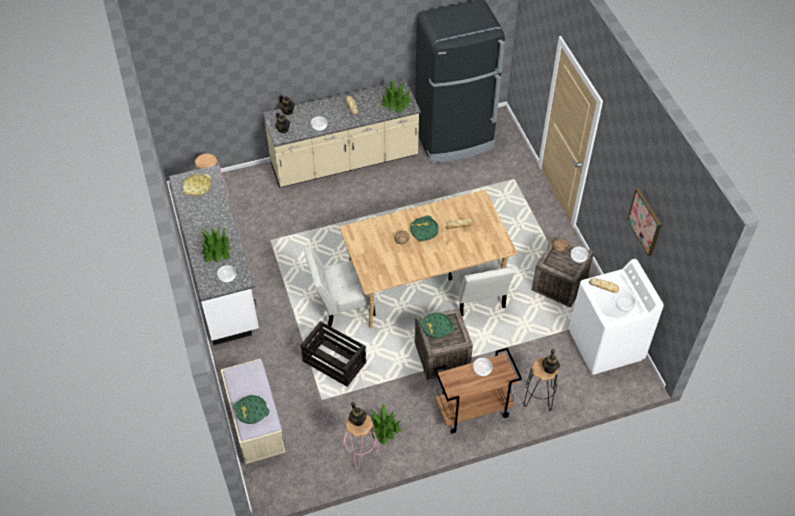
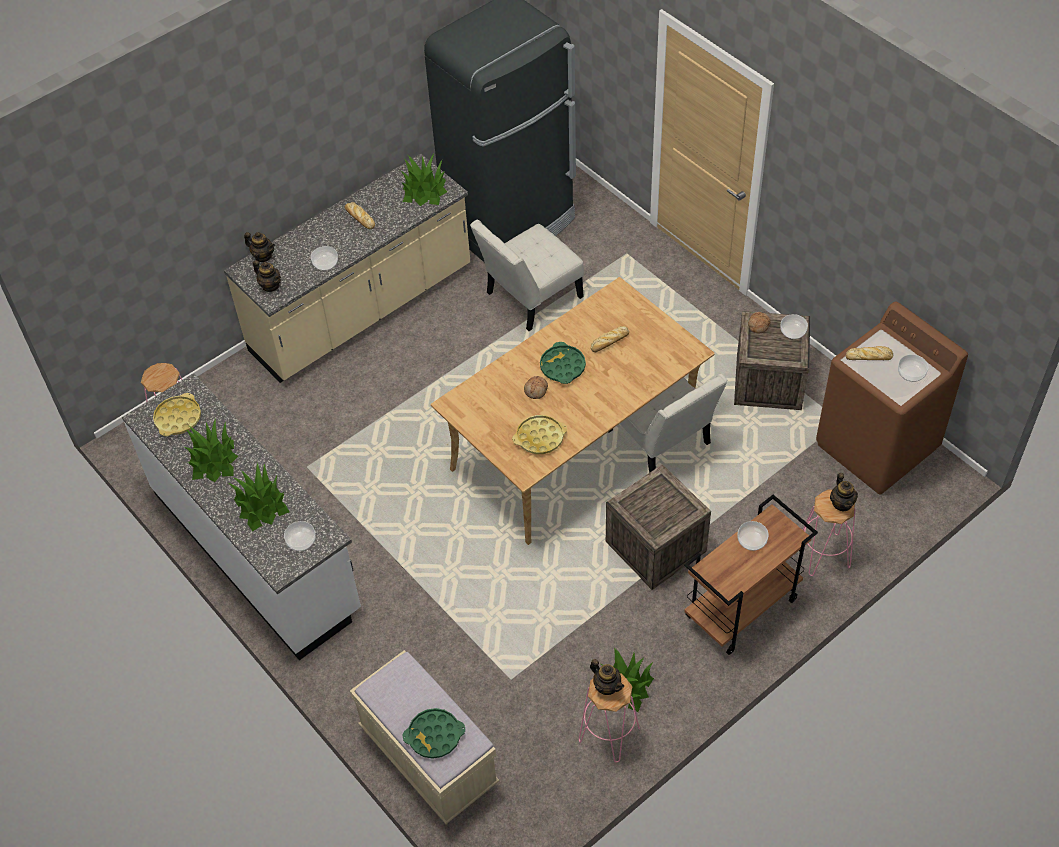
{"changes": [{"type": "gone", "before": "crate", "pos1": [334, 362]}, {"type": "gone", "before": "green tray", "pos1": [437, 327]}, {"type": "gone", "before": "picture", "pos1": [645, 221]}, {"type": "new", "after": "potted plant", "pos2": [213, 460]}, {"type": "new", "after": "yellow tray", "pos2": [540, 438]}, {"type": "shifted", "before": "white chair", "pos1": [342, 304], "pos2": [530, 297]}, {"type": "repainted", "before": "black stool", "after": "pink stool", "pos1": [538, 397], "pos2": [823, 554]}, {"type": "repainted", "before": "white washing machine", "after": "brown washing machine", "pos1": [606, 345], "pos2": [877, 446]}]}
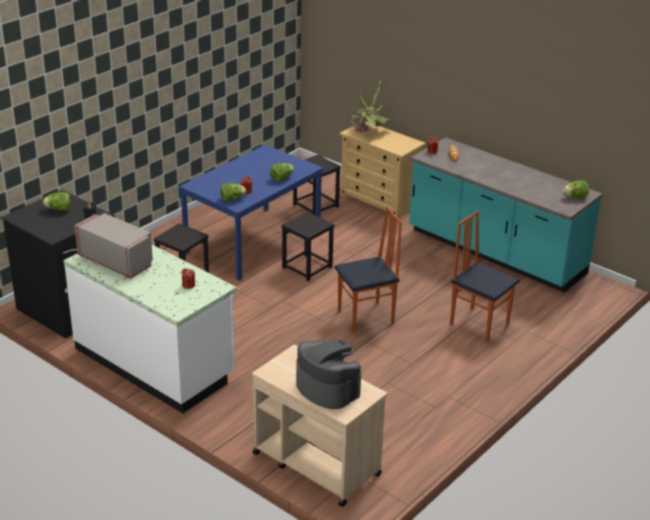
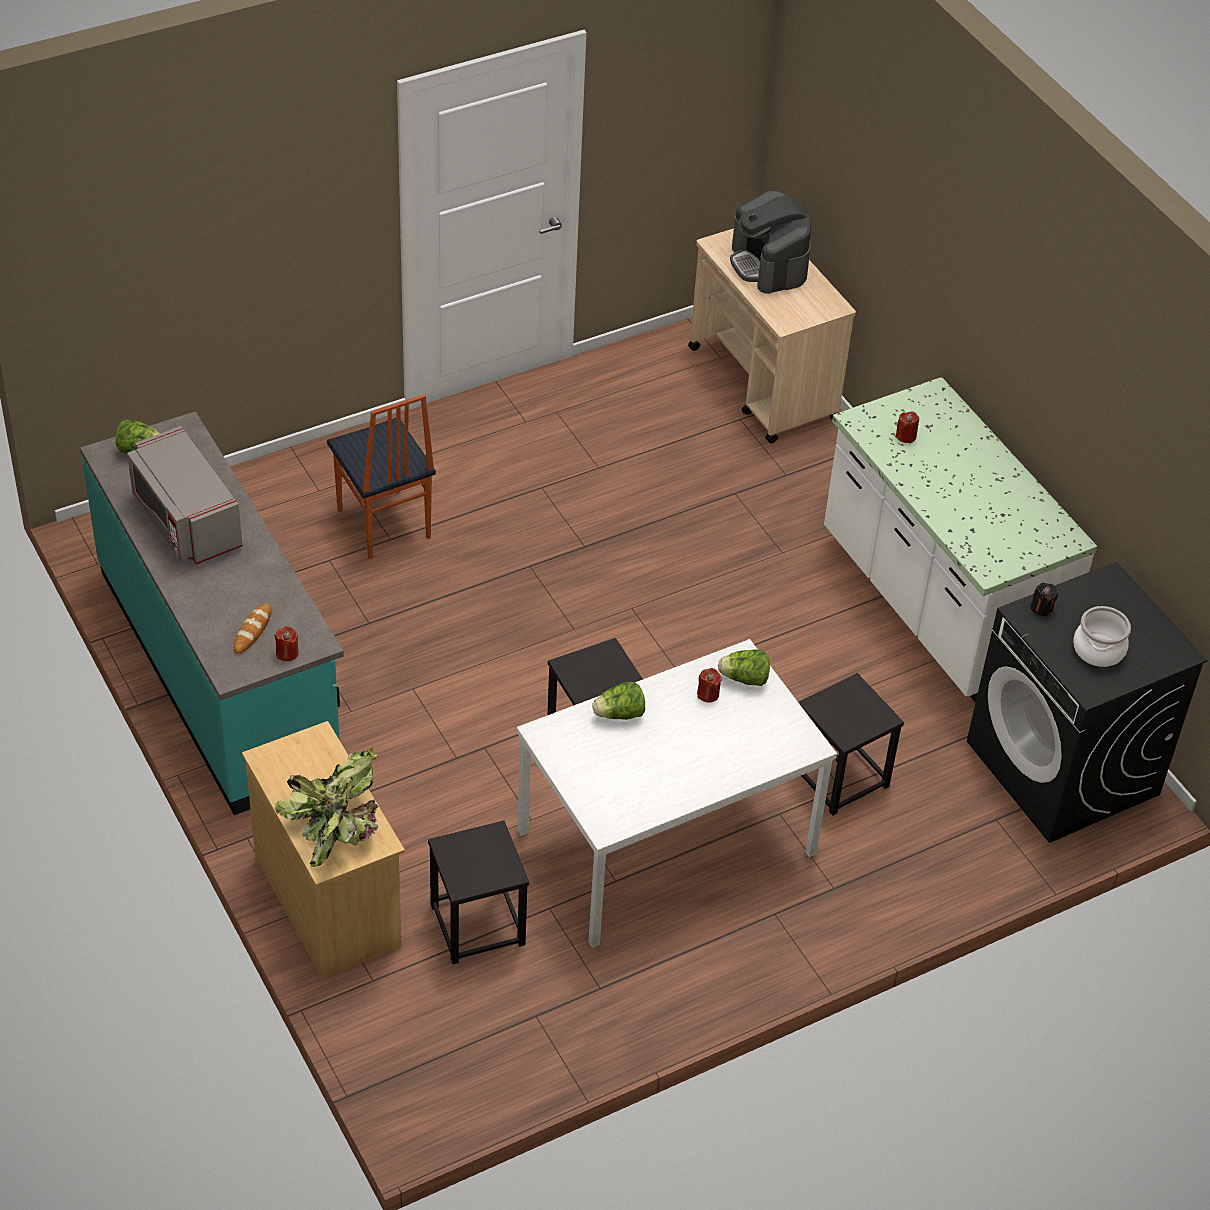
{"changes": [{"type": "gone", "before": "chair", "pos1": [366, 318]}, {"type": "shifted", "before": "grey microwave", "pos1": [116, 261], "pos2": [186, 520]}, {"type": "swapped", "before": "lettuce", "after": "cooking pot", "pos1": [59, 209], "pos2": [1098, 649]}, {"type": "repainted", "before": "blue dining table", "after": "white dining table", "pos1": [253, 243], "pos2": [667, 840]}]}
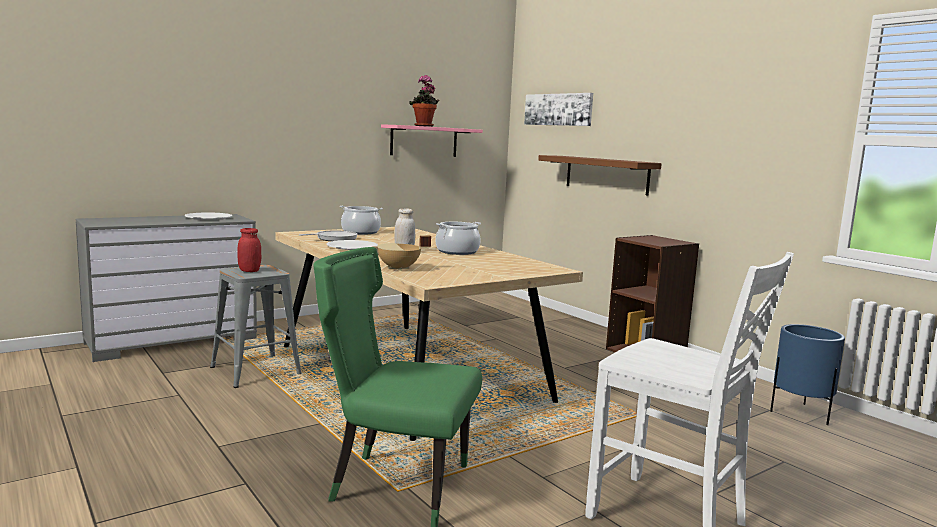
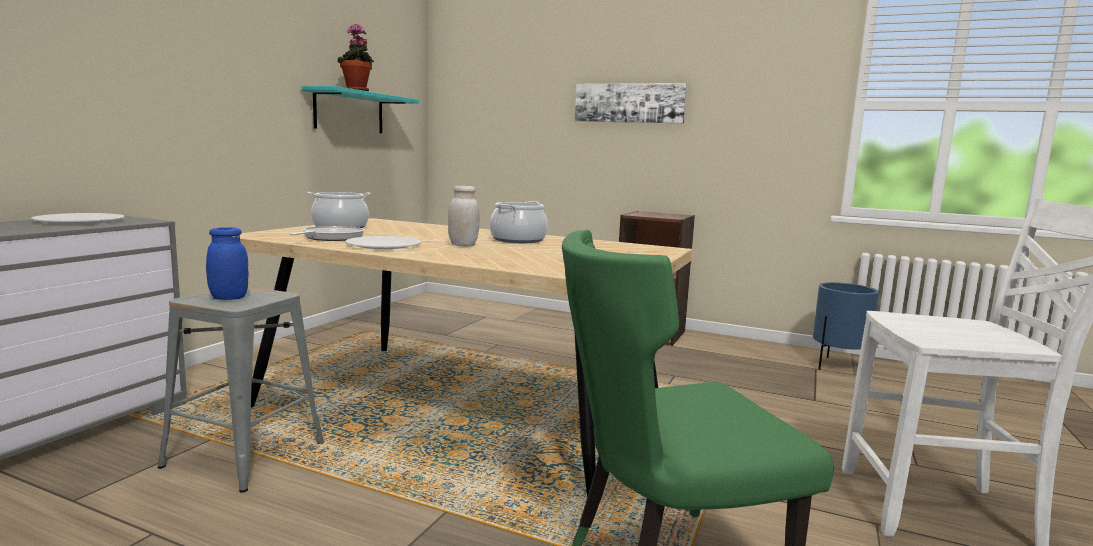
{"changes": [{"type": "gone", "before": "beige cooking pot", "pos1": [399, 268]}, {"type": "gone", "before": "brown shelf", "pos1": [606, 174]}, {"type": "shifted", "before": "picture", "pos1": [558, 109], "pos2": [629, 103]}, {"type": "repainted", "before": "red jar", "after": "blue jar", "pos1": [249, 271], "pos2": [229, 298]}, {"type": "repainted", "before": "pink shelf", "after": "turquoise shelf", "pos1": [424, 141], "pos2": [349, 112]}]}
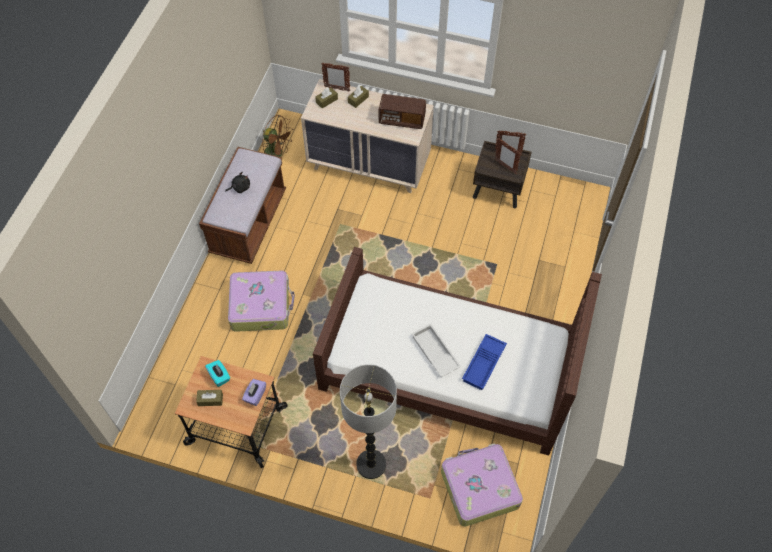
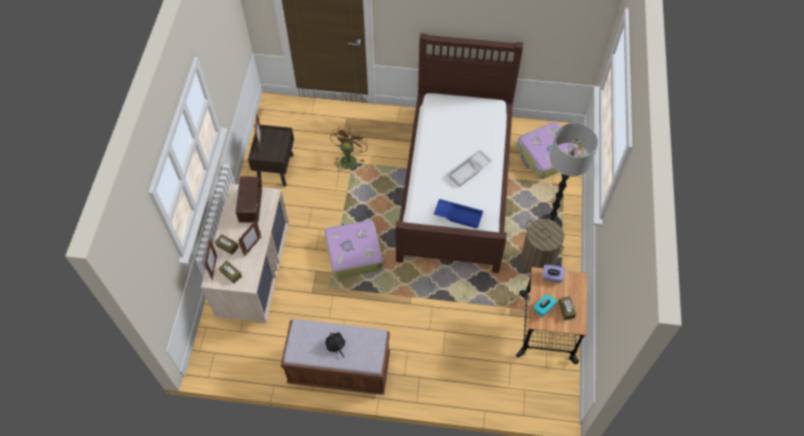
{"changes": [{"type": "new", "after": "laundry basket", "pos2": [537, 260]}, {"type": "shifted", "before": "suitcase", "pos1": [261, 305], "pos2": [353, 253]}, {"type": "shifted", "before": "brown fan", "pos1": [277, 154], "pos2": [349, 159]}, {"type": "shifted", "before": "blue tray", "pos1": [484, 364], "pos2": [458, 215]}, {"type": "shifted", "before": "picture frame", "pos1": [505, 167], "pos2": [252, 247]}]}
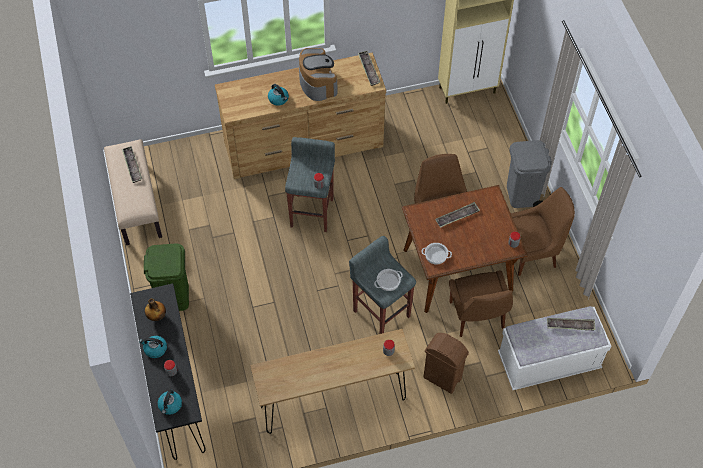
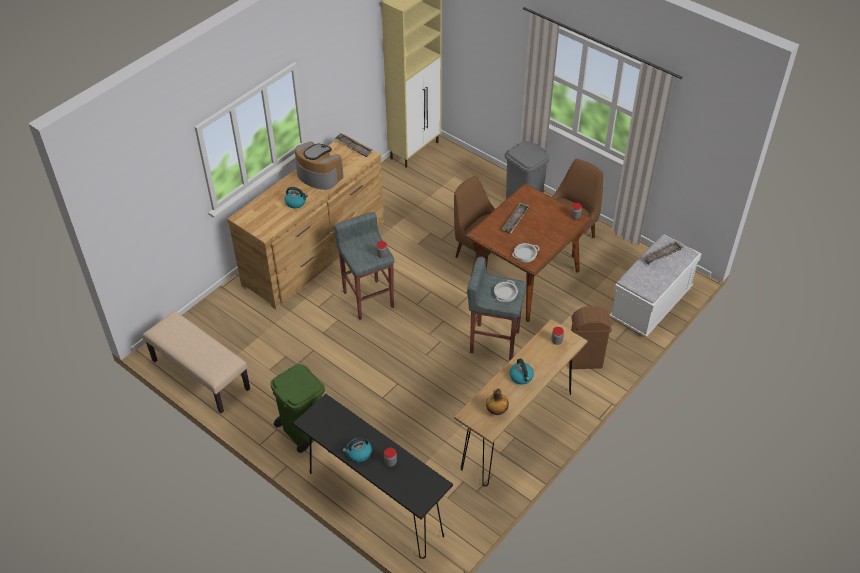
{"changes": [{"type": "gone", "before": "tray", "pos1": [132, 166]}, {"type": "gone", "before": "brown chair", "pos1": [477, 317]}, {"type": "shifted", "before": "bottle", "pos1": [157, 316], "pos2": [496, 411]}, {"type": "shifted", "before": "kettle", "pos1": [170, 405], "pos2": [521, 377]}]}
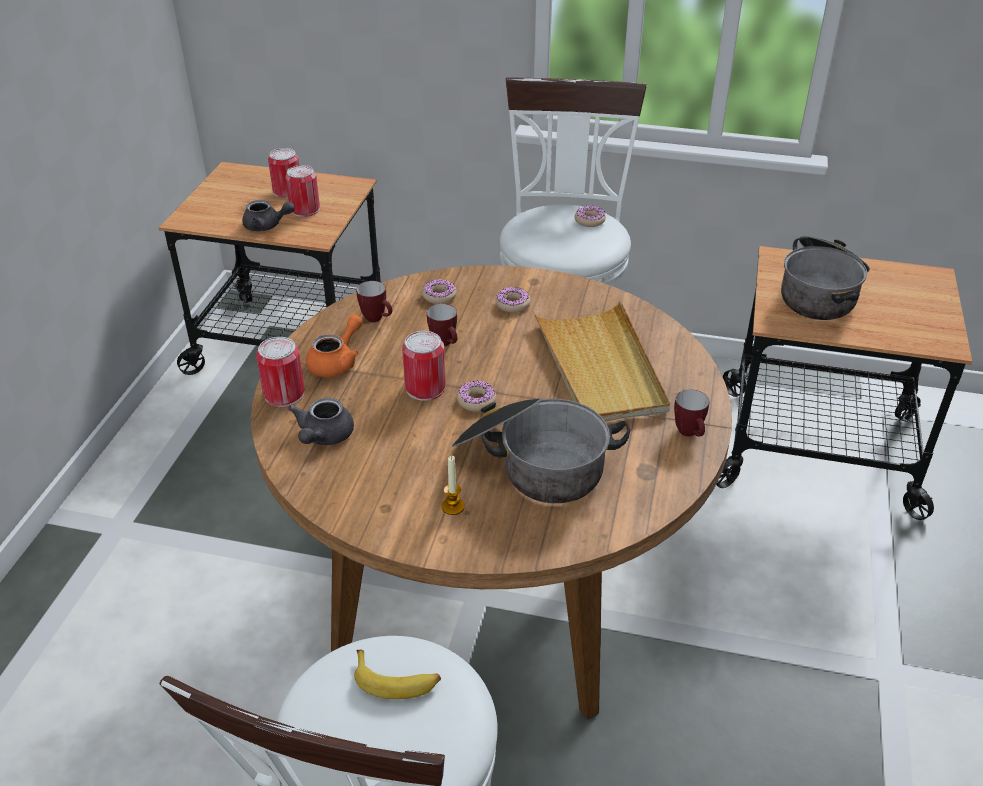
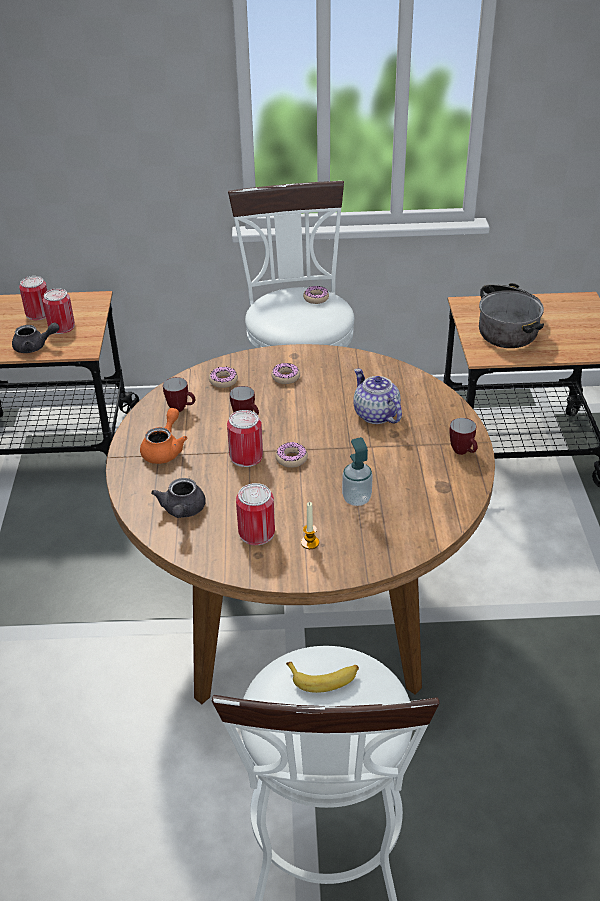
{"changes": [{"type": "shifted", "before": "can", "pos1": [284, 394], "pos2": [256, 533]}, {"type": "swapped", "before": "cooking pot", "after": "soap dispenser", "pos1": [533, 465], "pos2": [356, 499]}, {"type": "swapped", "before": "beige tray", "after": "teapot", "pos1": [600, 367], "pos2": [375, 414]}]}
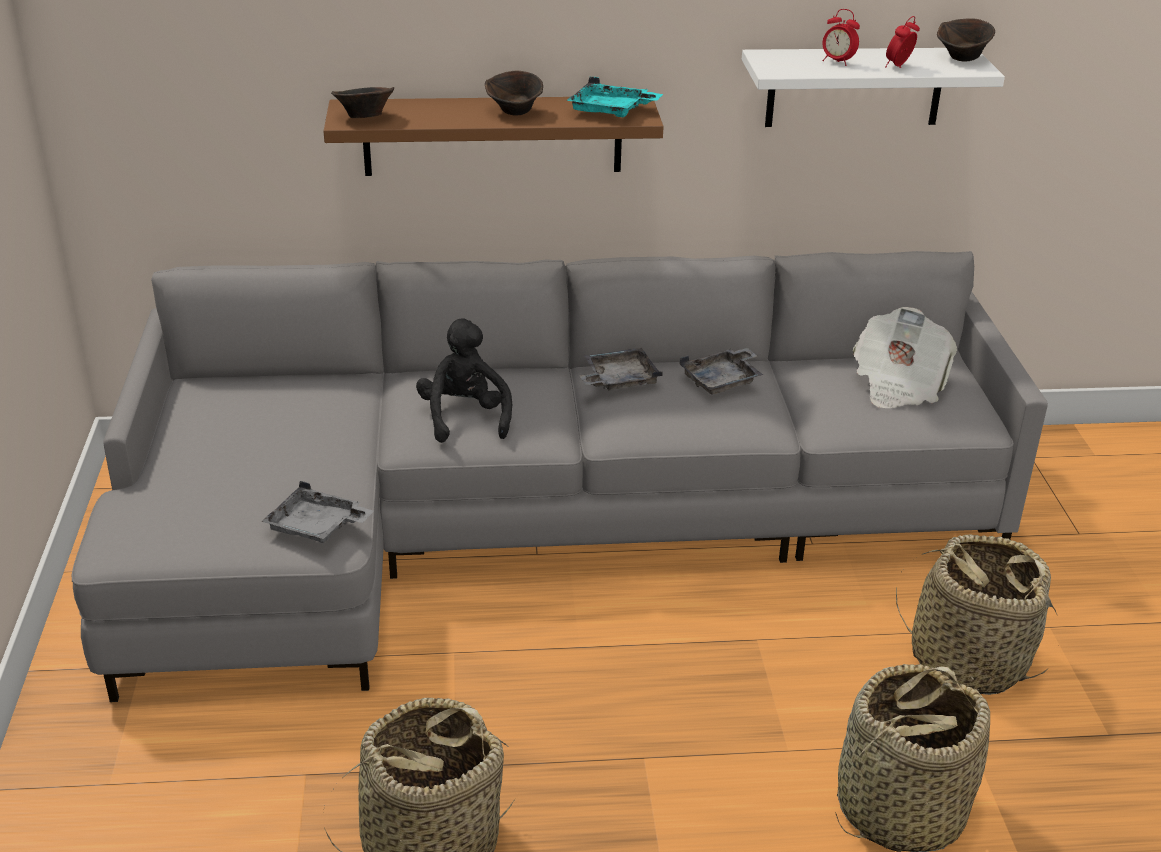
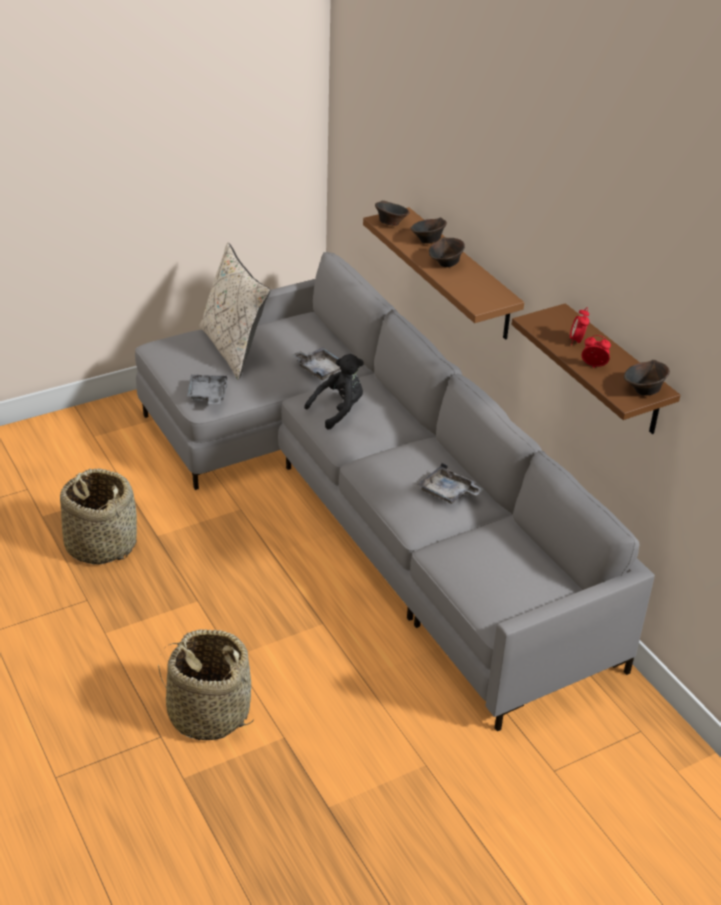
{"changes": [{"type": "gone", "before": "turquoise tray", "pos1": [611, 111]}, {"type": "gone", "before": "newspaper", "pos1": [898, 384]}, {"type": "gone", "before": "basket", "pos1": [967, 660]}, {"type": "new", "after": "beige pillow", "pos2": [234, 349]}, {"type": "new", "after": "brown bowl", "pos2": [427, 241]}, {"type": "shifted", "before": "grey tray", "pos1": [619, 380], "pos2": [319, 369]}, {"type": "repainted", "before": "white shelf", "after": "brown shelf", "pos1": [854, 87], "pos2": [615, 372]}]}
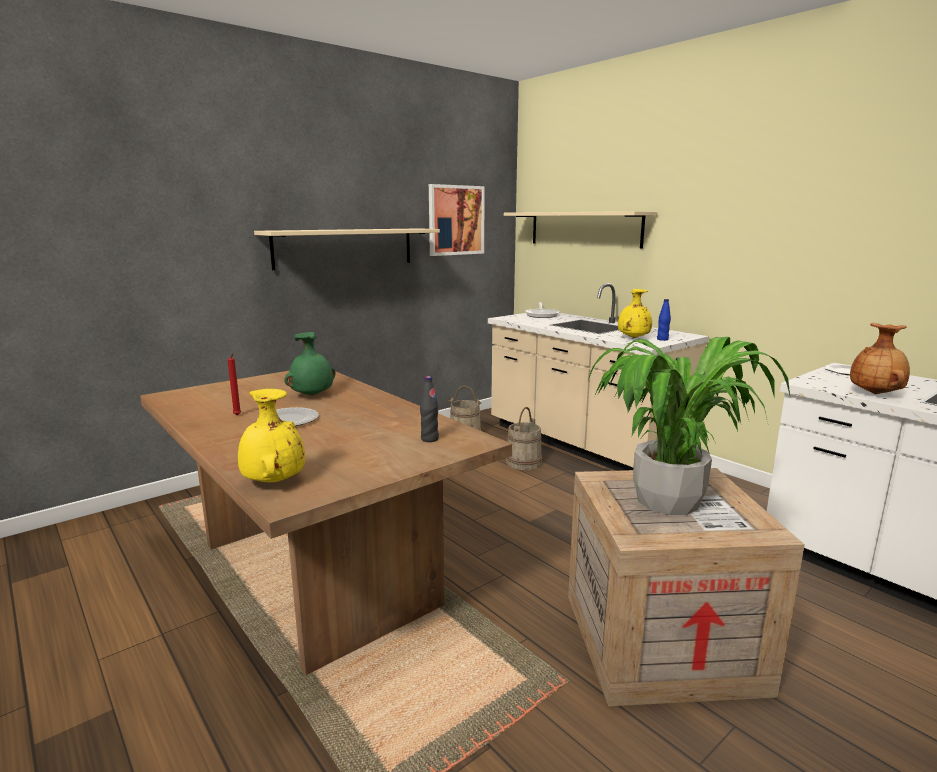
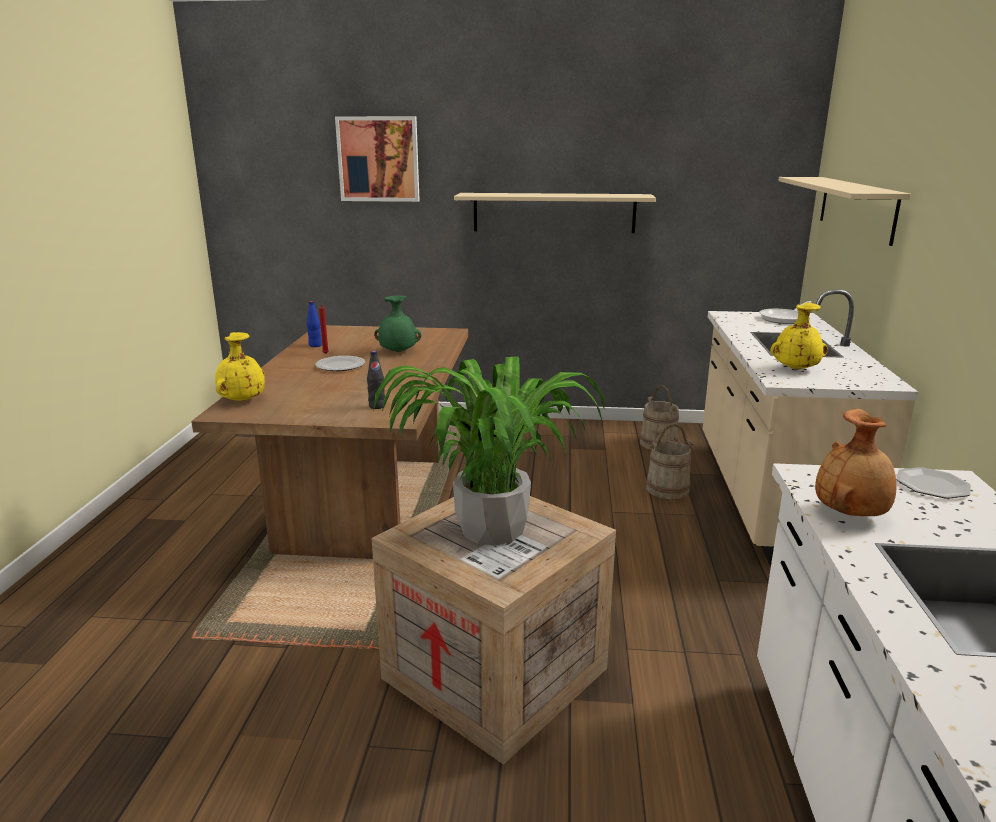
{"changes": [{"type": "shifted", "before": "picture", "pos1": [456, 220], "pos2": [378, 159]}, {"type": "shifted", "before": "blue bottle", "pos1": [662, 339], "pos2": [315, 345]}]}
